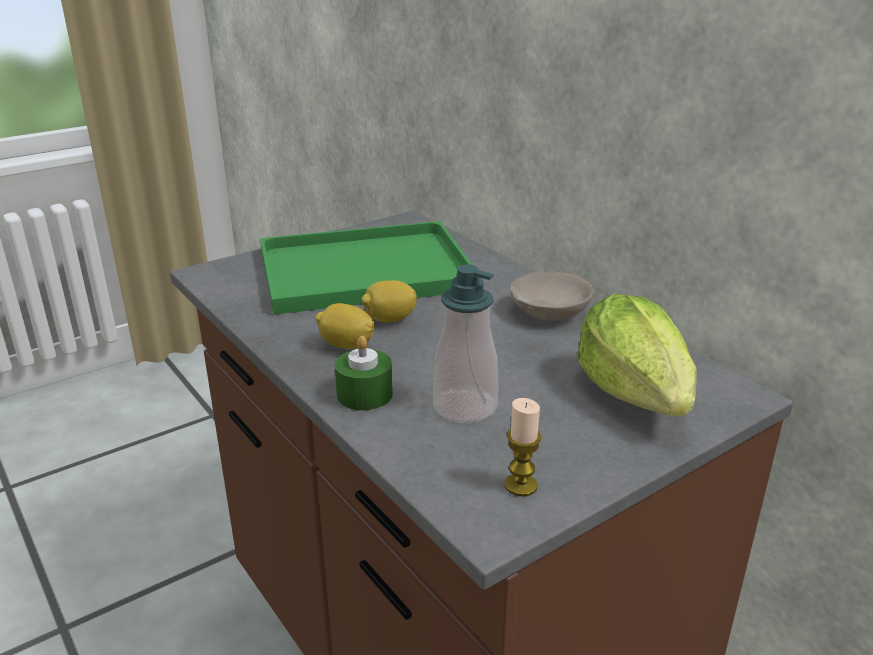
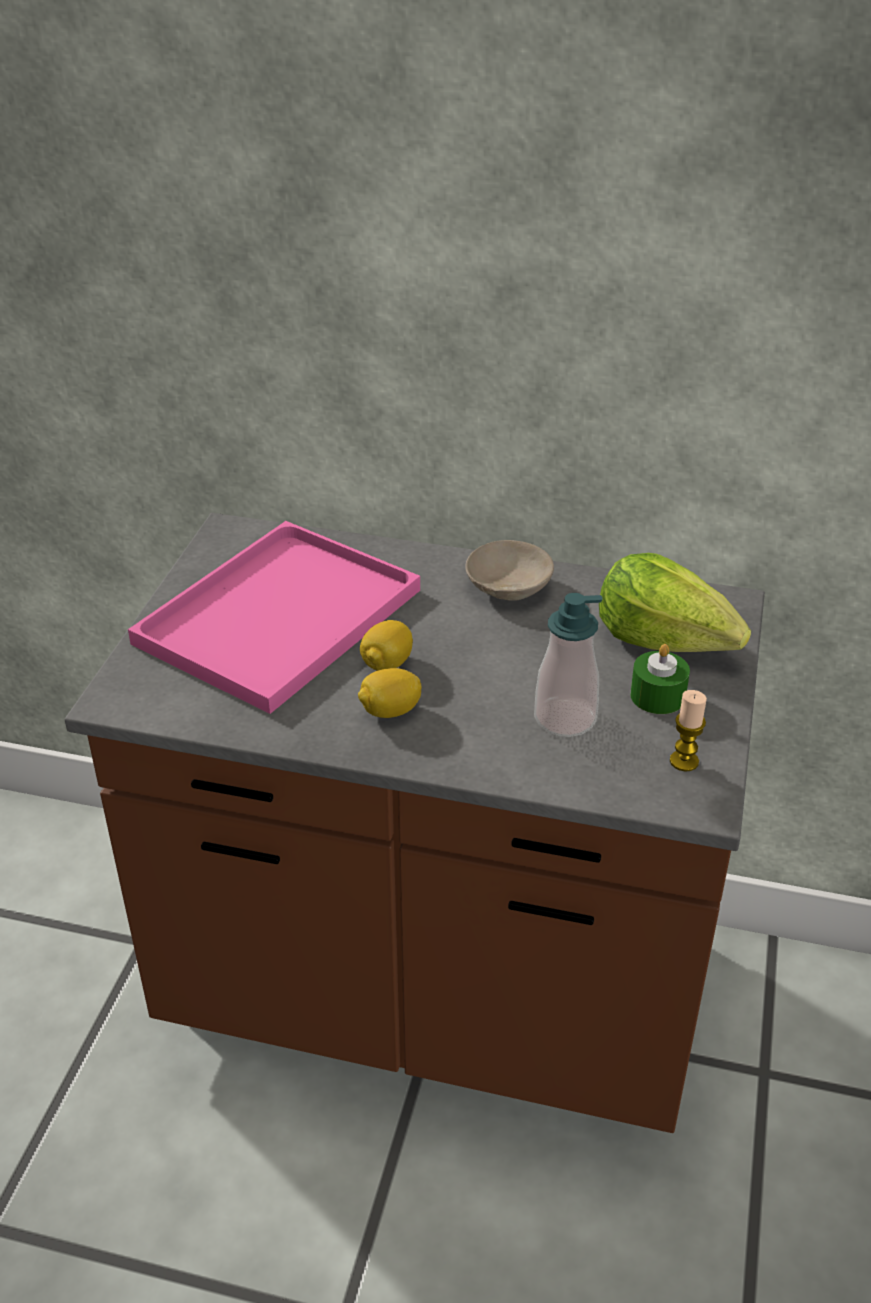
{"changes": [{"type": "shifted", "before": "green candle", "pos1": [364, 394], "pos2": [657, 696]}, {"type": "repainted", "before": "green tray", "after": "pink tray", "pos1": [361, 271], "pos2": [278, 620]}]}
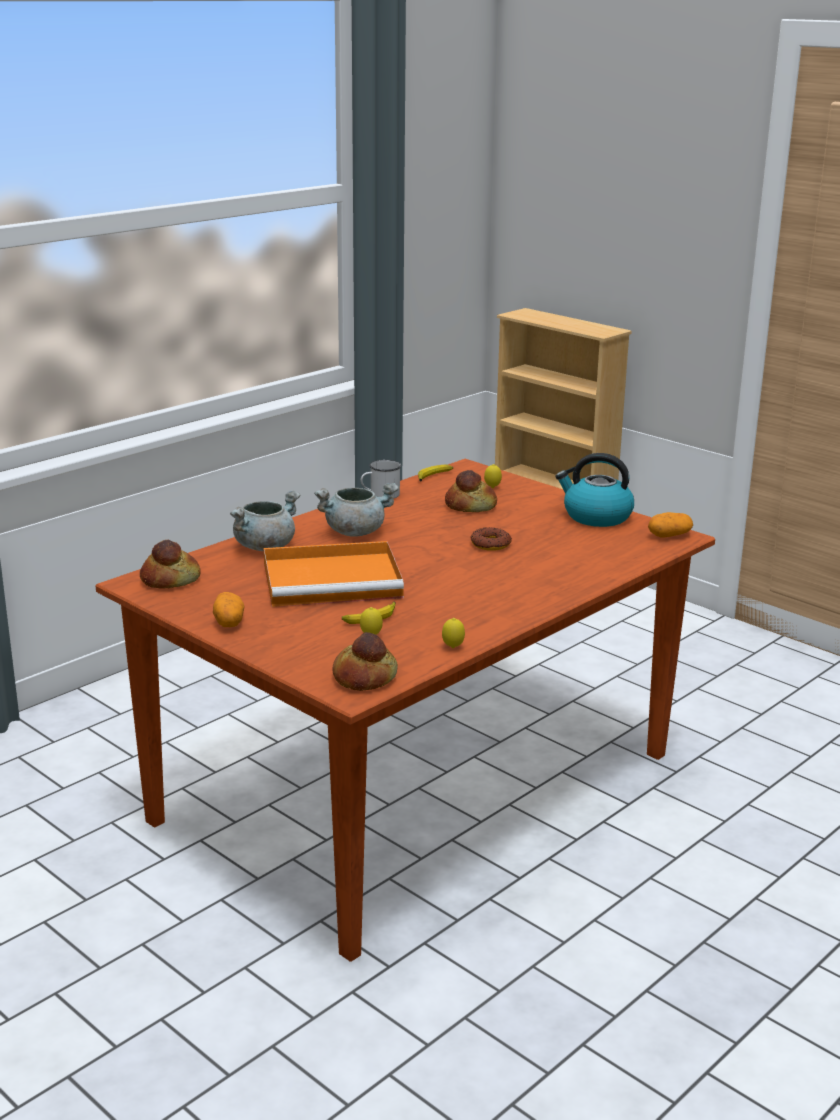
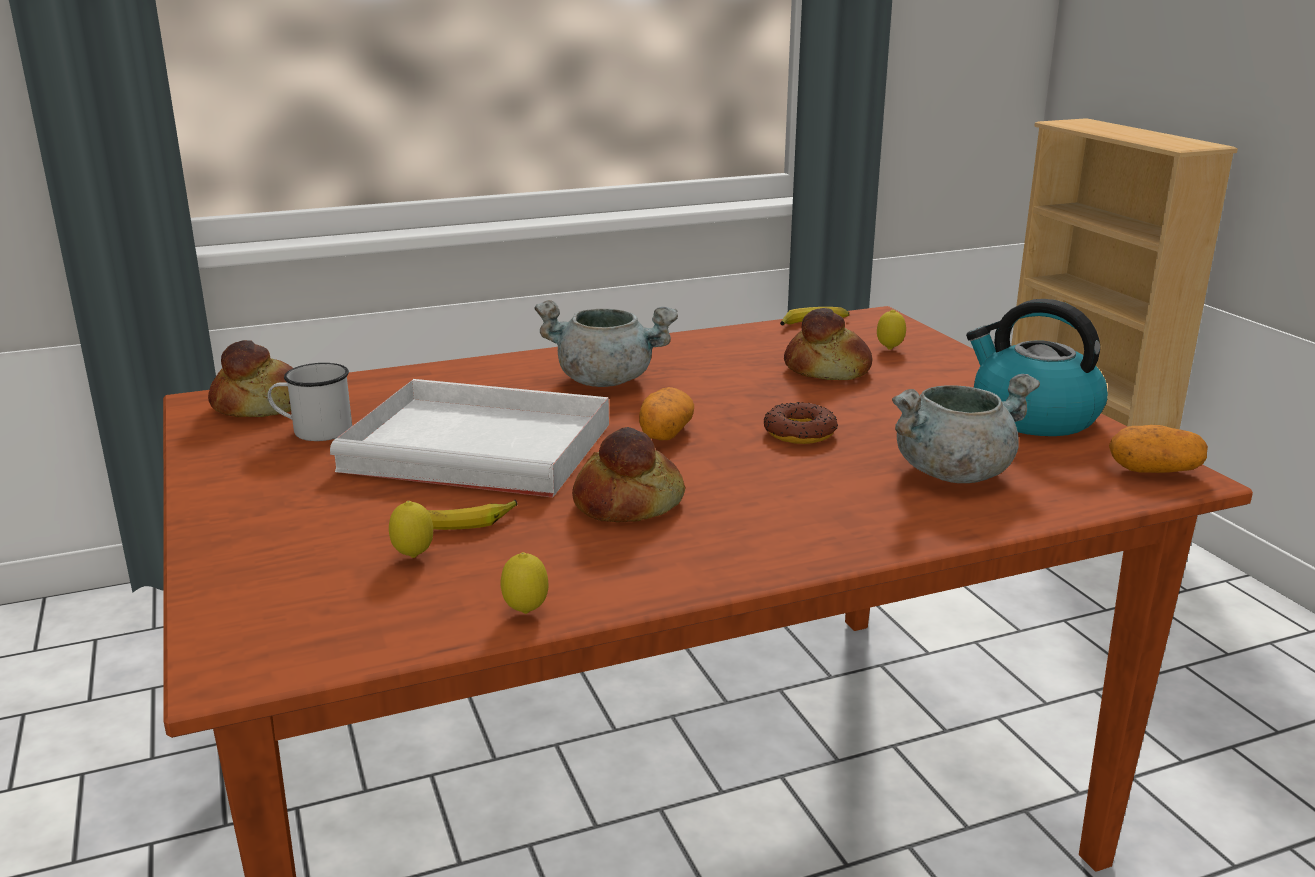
{"changes": [{"type": "shifted", "before": "potato", "pos1": [229, 622], "pos2": [665, 433]}, {"type": "shifted", "before": "grey cooking pot", "pos1": [264, 546], "pos2": [953, 472]}, {"type": "shifted", "before": "bread", "pos1": [364, 677], "pos2": [627, 502]}, {"type": "shifted", "before": "white mug", "pos1": [380, 495], "pos2": [313, 430]}, {"type": "repainted", "before": "orange tray", "after": "white tray", "pos1": [335, 580], "pos2": [484, 447]}]}
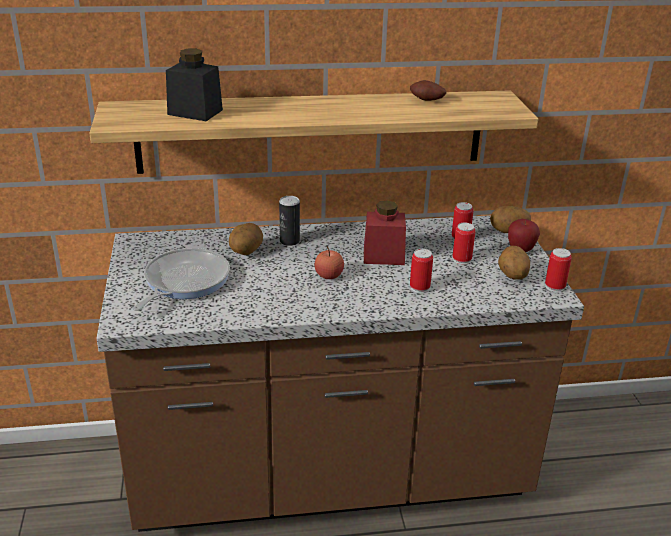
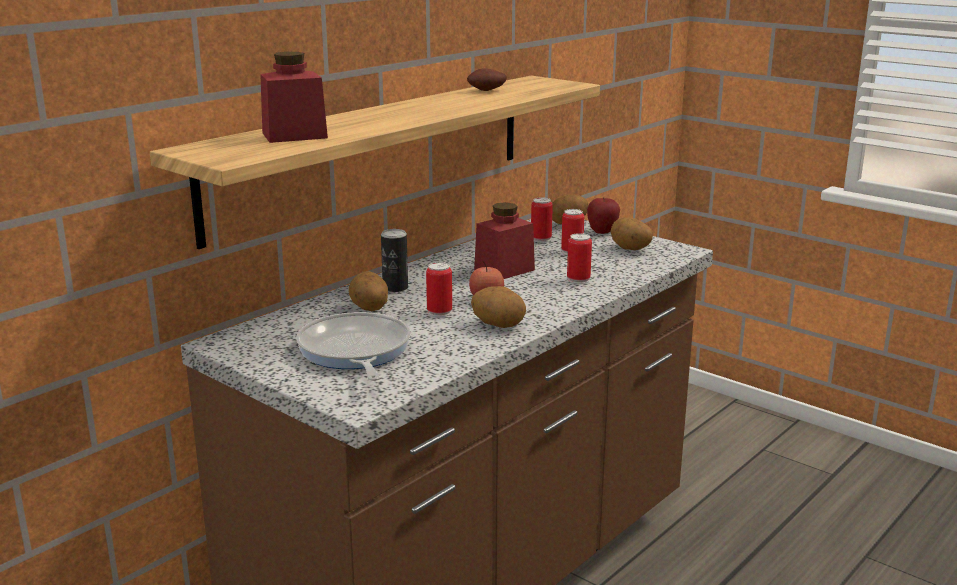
{"changes": [{"type": "new", "after": "potato", "pos2": [498, 325]}, {"type": "shifted", "before": "can", "pos1": [554, 287], "pos2": [439, 312]}, {"type": "repainted", "before": "black jar", "after": "red jar", "pos1": [195, 112], "pos2": [294, 135]}]}
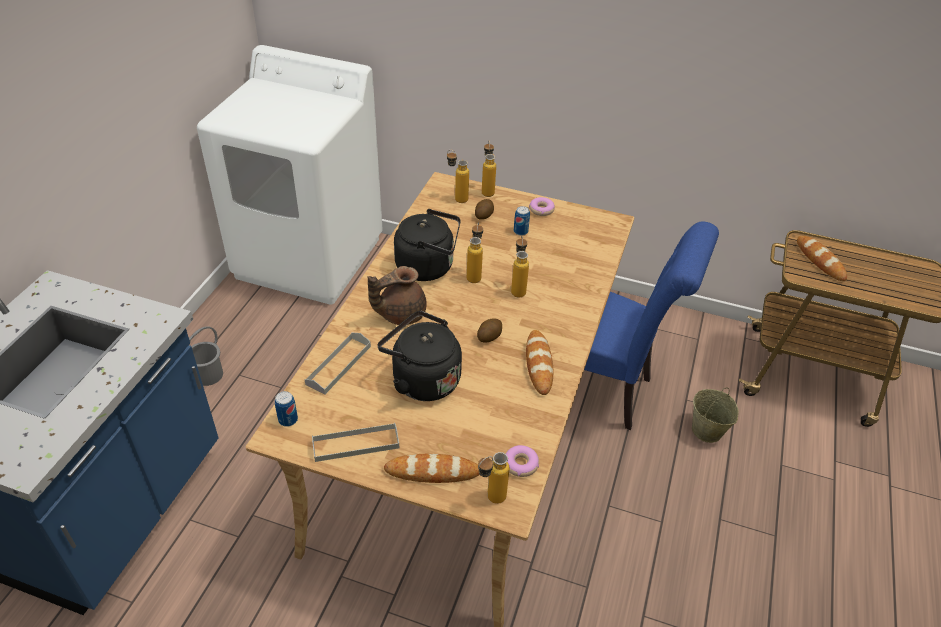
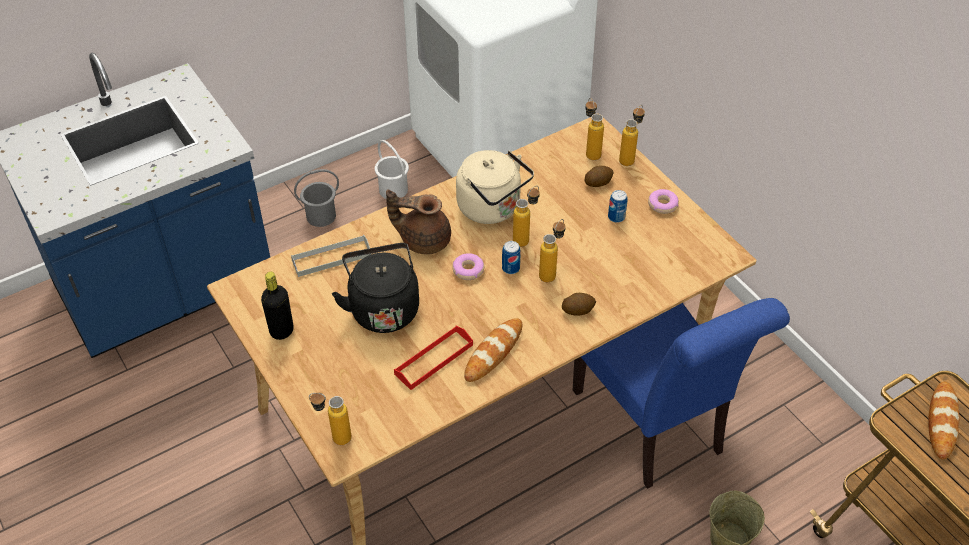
{"changes": [{"type": "gone", "before": "bread", "pos1": [432, 472]}, {"type": "new", "after": "white bucket", "pos2": [393, 189]}, {"type": "new", "after": "red tray", "pos2": [434, 359]}, {"type": "shifted", "before": "can", "pos1": [288, 420], "pos2": [510, 268]}, {"type": "shifted", "before": "potato", "pos1": [489, 336], "pos2": [578, 310]}, {"type": "shifted", "before": "donut", "pos1": [520, 464], "pos2": [468, 270]}, {"type": "swapped", "before": "grey tray", "after": "black bottle", "pos1": [356, 444], "pos2": [281, 331]}, {"type": "repainted", "before": "black kettle", "after": "beige kettle", "pos1": [428, 267], "pos2": [492, 208]}]}
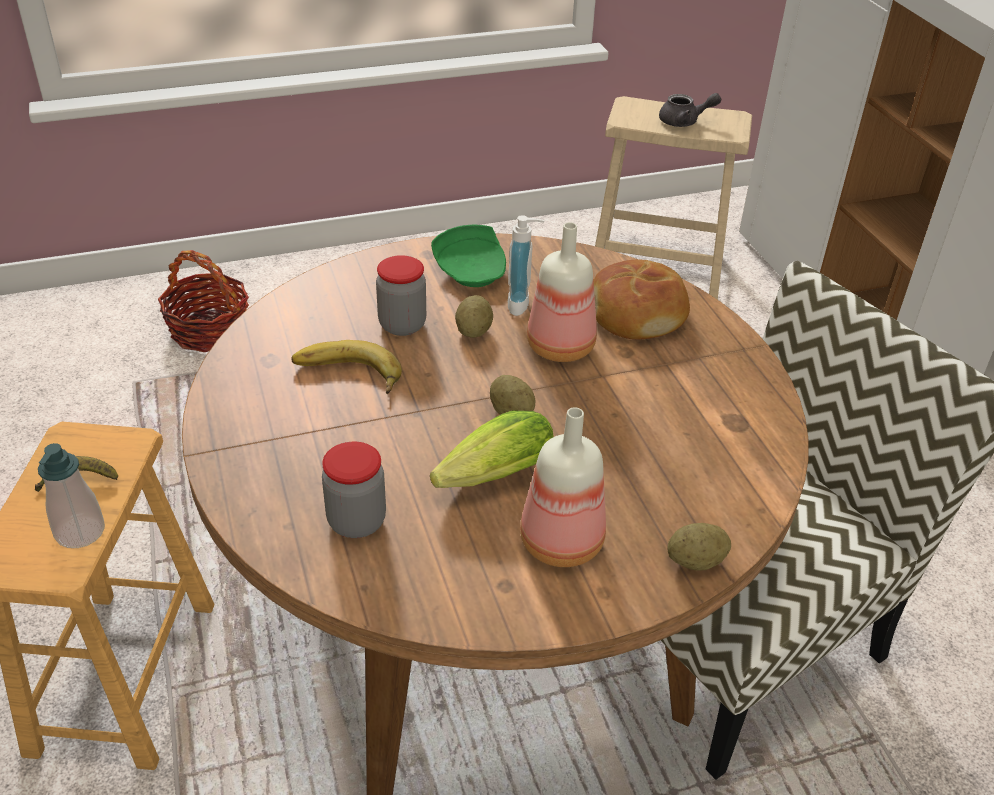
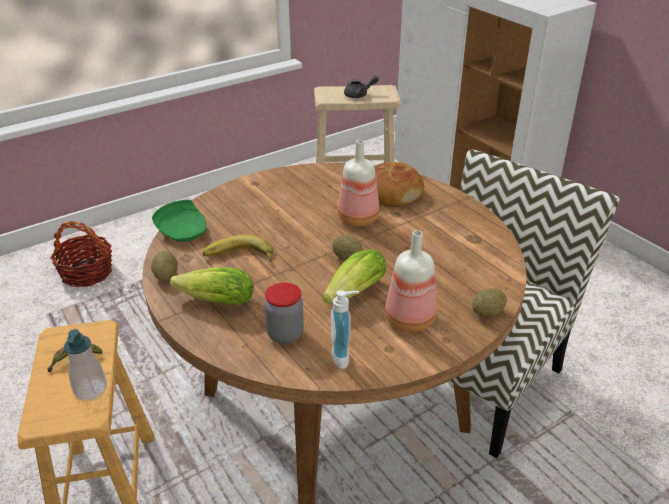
{"changes": [{"type": "gone", "before": "jar", "pos1": [402, 325]}, {"type": "new", "after": "lettuce", "pos2": [213, 301]}, {"type": "shifted", "before": "green plate", "pos1": [472, 271], "pos2": [183, 231]}, {"type": "shifted", "before": "potato", "pos1": [473, 331], "pos2": [166, 276]}, {"type": "shifted", "before": "soap dispenser", "pos1": [523, 304], "pos2": [344, 356]}]}
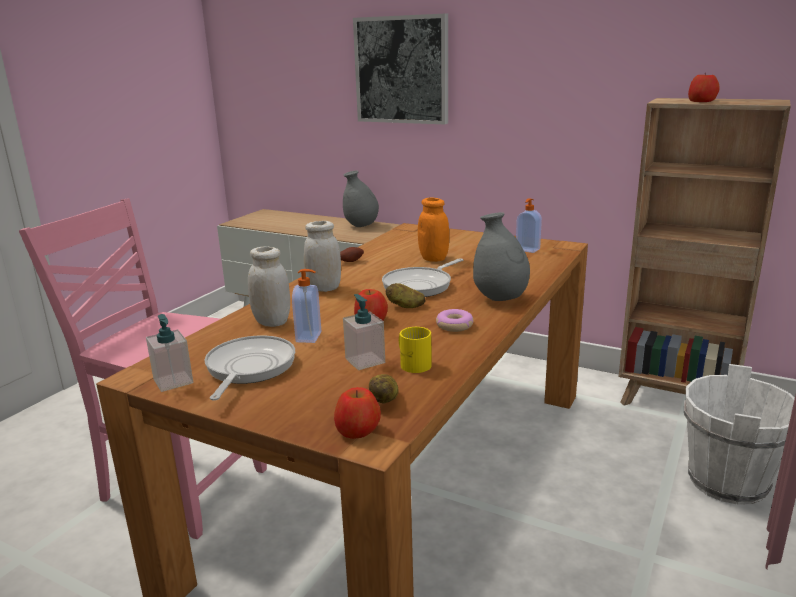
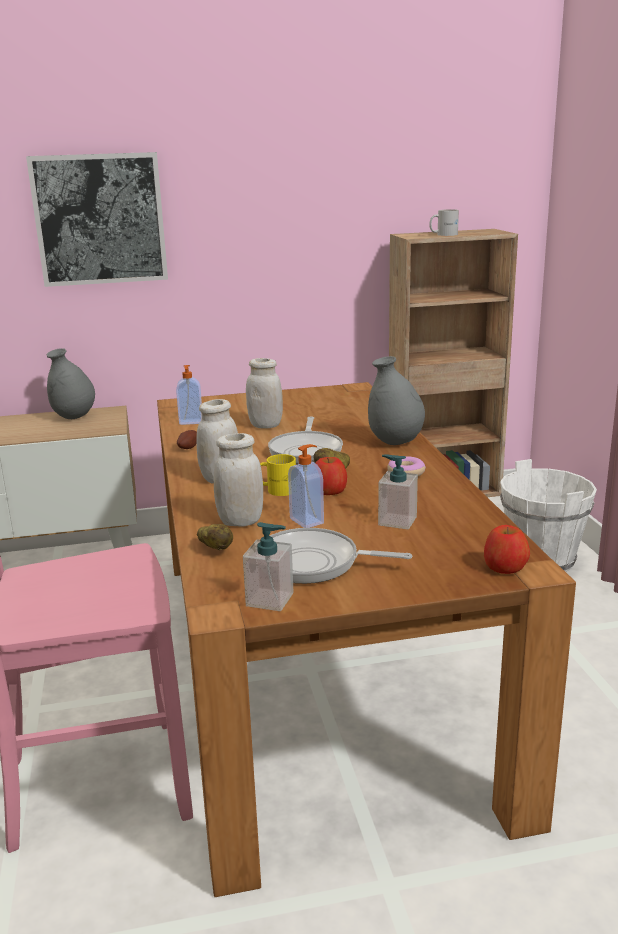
{"changes": [{"type": "shifted", "before": "potato", "pos1": [385, 400], "pos2": [216, 549]}, {"type": "shifted", "before": "yellow mug", "pos1": [413, 363], "pos2": [277, 489]}, {"type": "shifted", "before": "soap dispenser", "pos1": [527, 250], "pos2": [191, 422]}, {"type": "swapped", "before": "apple", "after": "white mug", "pos1": [701, 101], "pos2": [443, 234]}, {"type": "repainted", "before": "orange jar", "after": "white jar", "pos1": [433, 258], "pos2": [265, 425]}, {"type": "rotated", "before": "frying pan", "pos1": [248, 368], "pos2": [314, 563], "turn": -45}]}
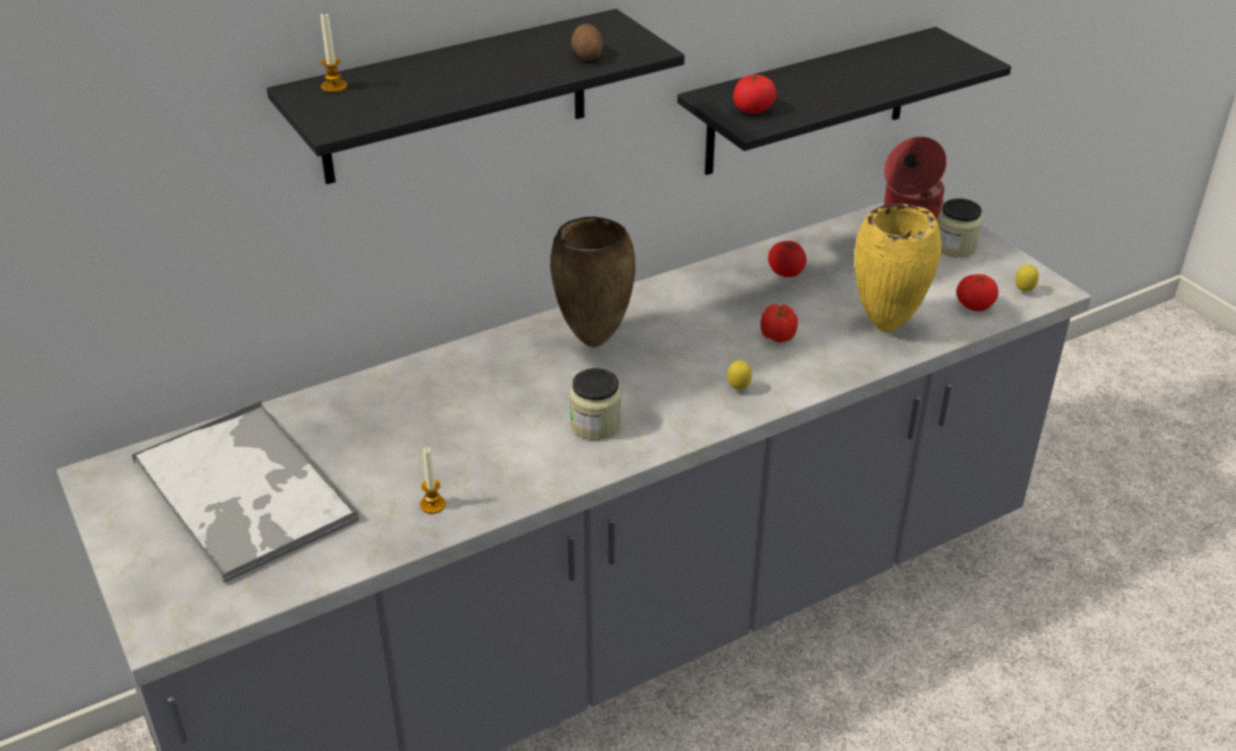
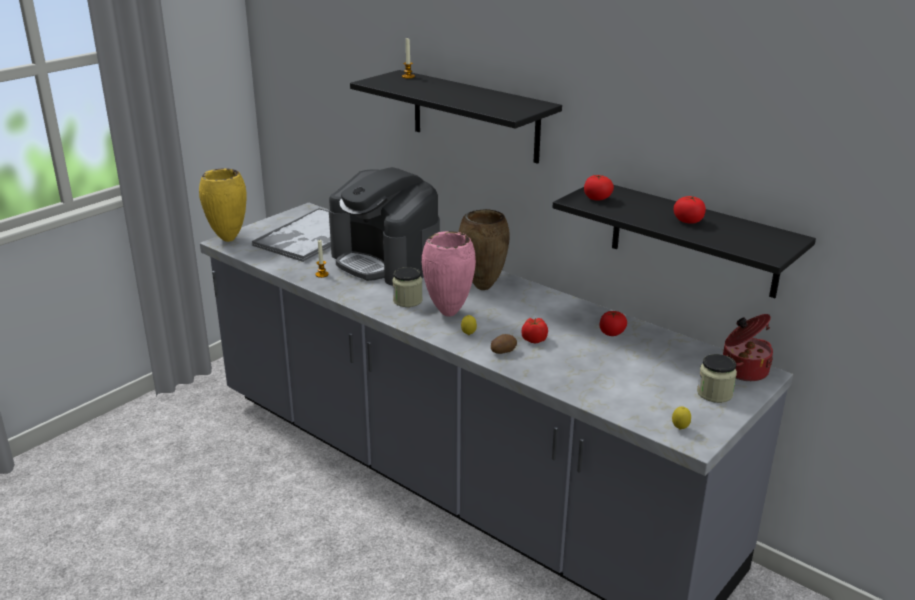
{"changes": [{"type": "new", "after": "coffee machine", "pos2": [386, 261]}, {"type": "new", "after": "pink vase", "pos2": [447, 313]}, {"type": "shifted", "before": "potato", "pos1": [587, 55], "pos2": [503, 351]}, {"type": "shifted", "before": "yellow vase", "pos1": [886, 328], "pos2": [227, 239]}, {"type": "shifted", "before": "tomato", "pos1": [974, 306], "pos2": [688, 221]}]}
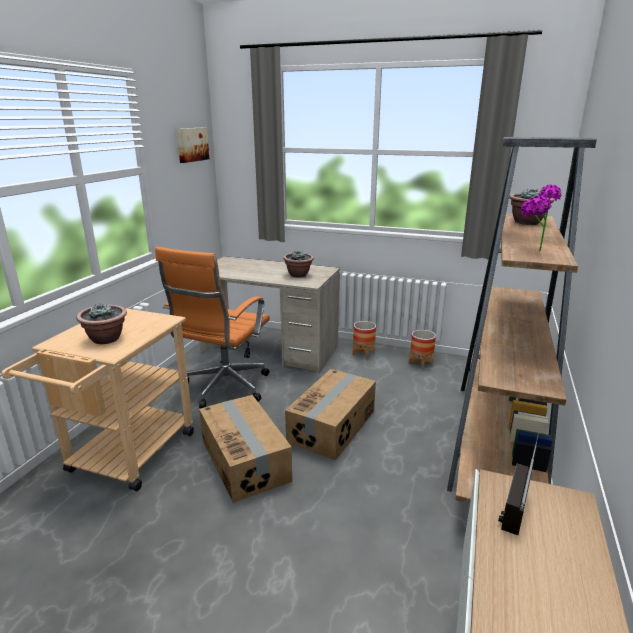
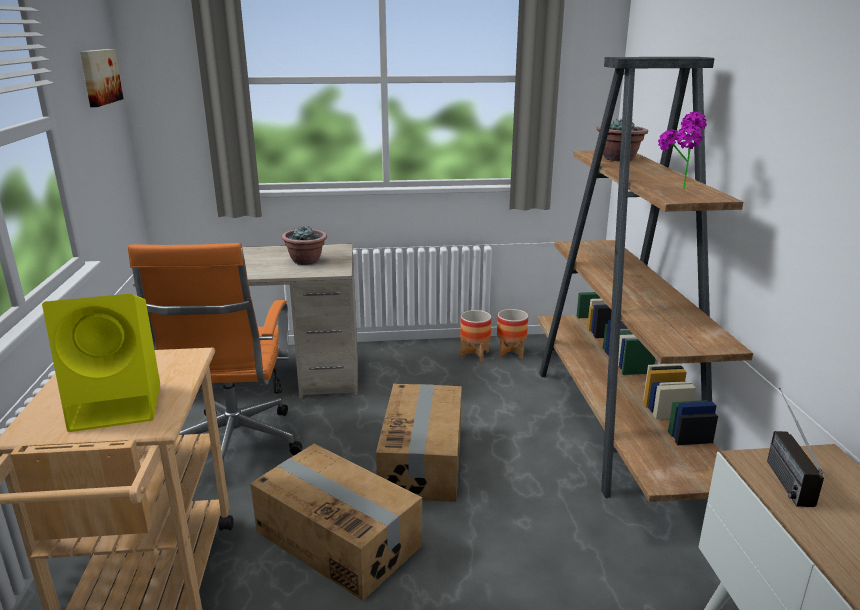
{"changes": [{"type": "shifted", "before": "planter", "pos1": [363, 353], "pos2": [511, 353]}, {"type": "swapped", "before": "potted plant", "after": "yellow speaker", "pos1": [106, 339], "pos2": [120, 405]}]}
